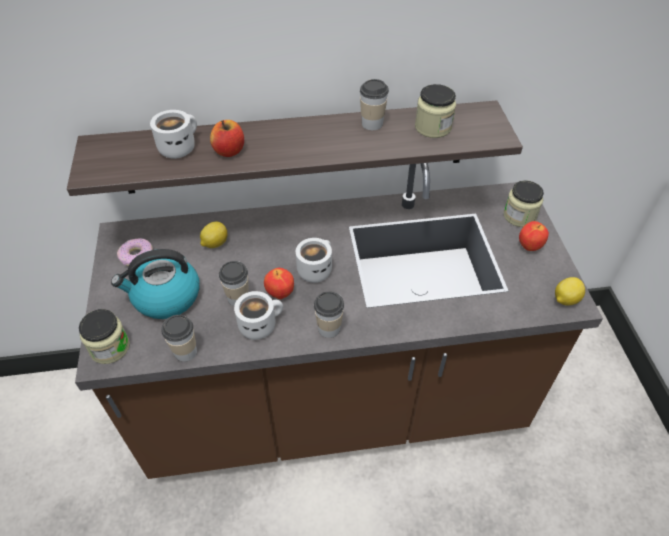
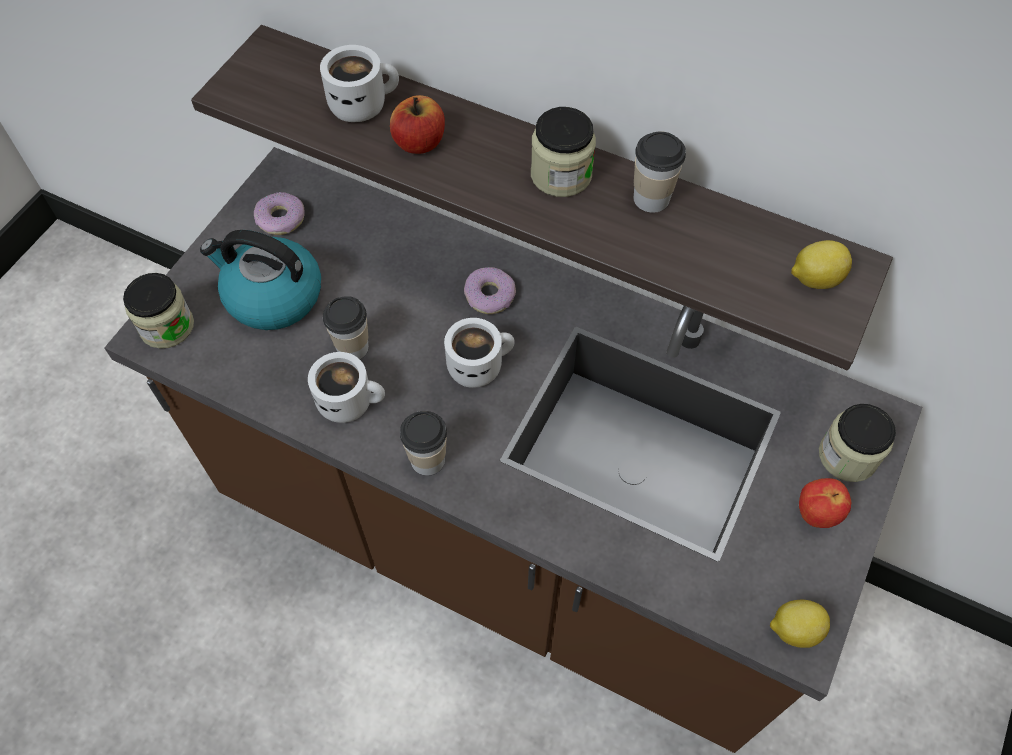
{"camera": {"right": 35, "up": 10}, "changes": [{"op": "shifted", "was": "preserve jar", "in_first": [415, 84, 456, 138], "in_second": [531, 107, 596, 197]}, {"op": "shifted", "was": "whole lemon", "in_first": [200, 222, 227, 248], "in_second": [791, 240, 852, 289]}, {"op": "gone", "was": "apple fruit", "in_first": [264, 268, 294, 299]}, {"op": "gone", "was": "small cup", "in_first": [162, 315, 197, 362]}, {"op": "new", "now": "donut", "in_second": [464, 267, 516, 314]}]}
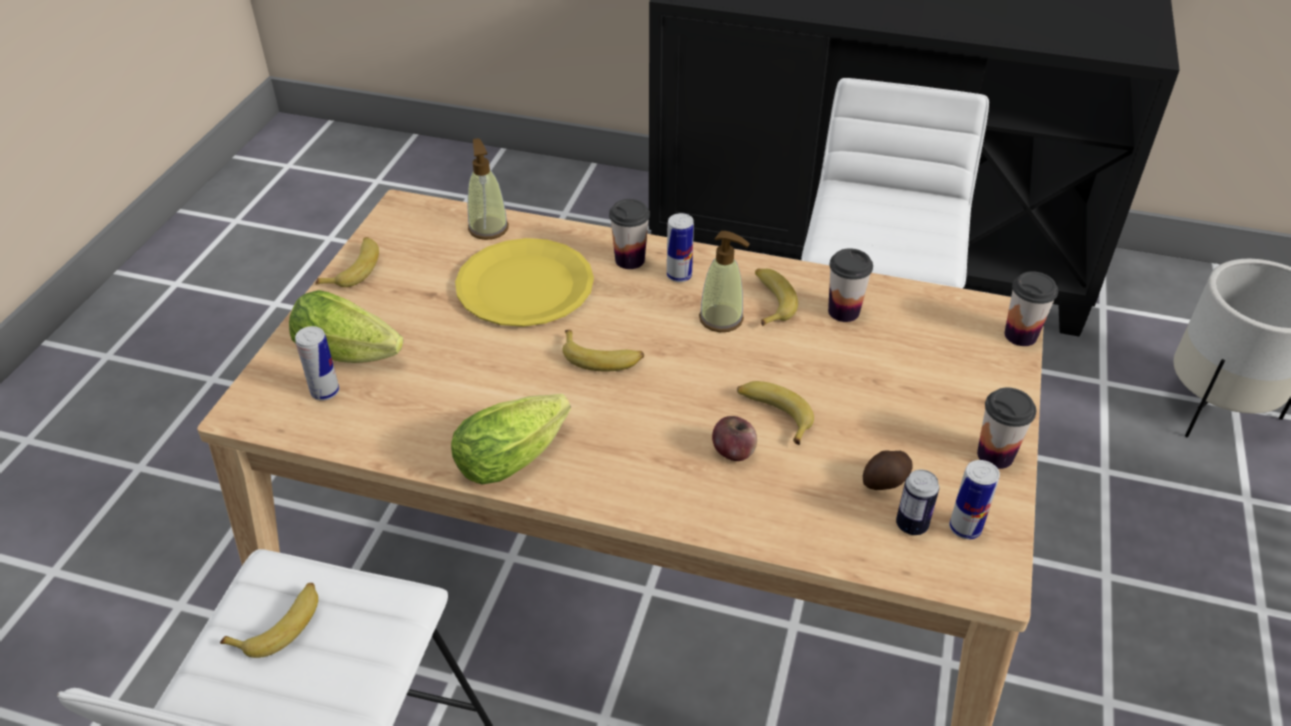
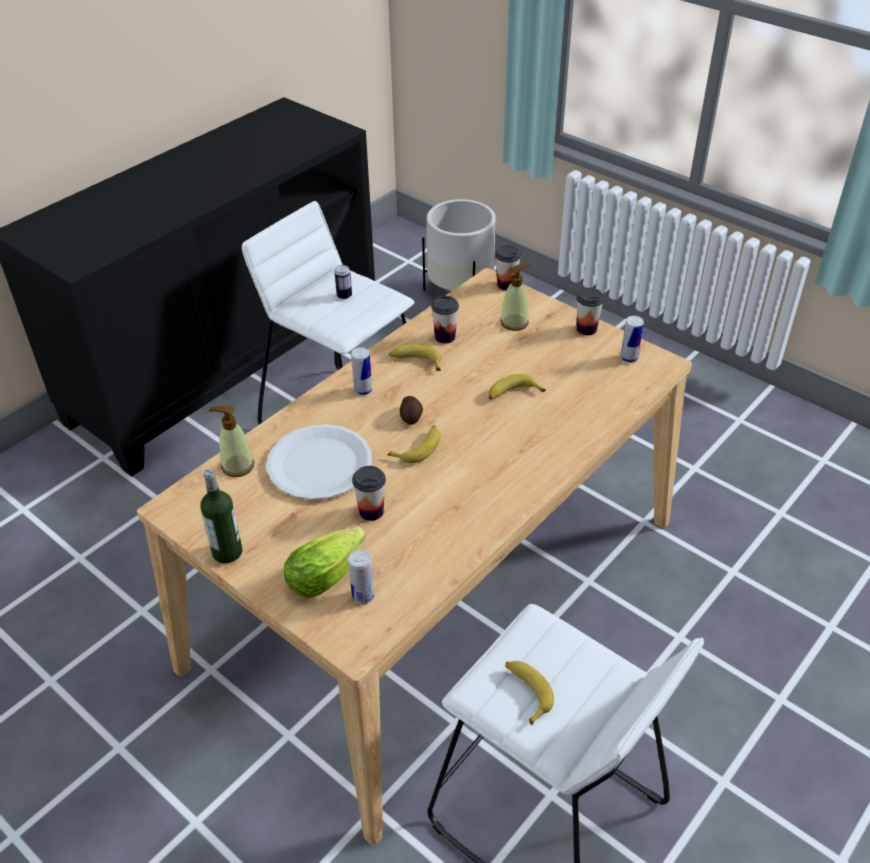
{"camera": {"right": -65, "up": 0}, "changes": [{"op": "shifted", "was": "small cup", "in_first": [609, 199, 650, 269], "in_second": [352, 466, 386, 521]}, {"op": "shifted", "was": "soap dispenser", "in_first": [699, 231, 750, 332], "in_second": [500, 263, 530, 331]}, {"op": "swapped", "was": "banana", "now": "drink bottle", "in_first": [316, 237, 379, 287], "in_second": [201, 468, 242, 564]}, {"op": "repainted", "was": "flat dish (yellowish)", "now": "flat dish (white-coloured)", "in_first": [455, 238, 594, 327], "in_second": [267, 424, 372, 500]}, {"op": "gone", "was": "lettuce", "in_first": [451, 394, 571, 484]}, {"op": "gone", "was": "apple fruit", "in_first": [712, 416, 757, 461]}, {"op": "shifted", "was": "whole potato", "in_first": [863, 450, 913, 490], "in_second": [400, 396, 423, 425]}, {"op": "shifted", "was": "metal can", "in_first": [896, 470, 939, 535], "in_second": [335, 265, 352, 299]}]}
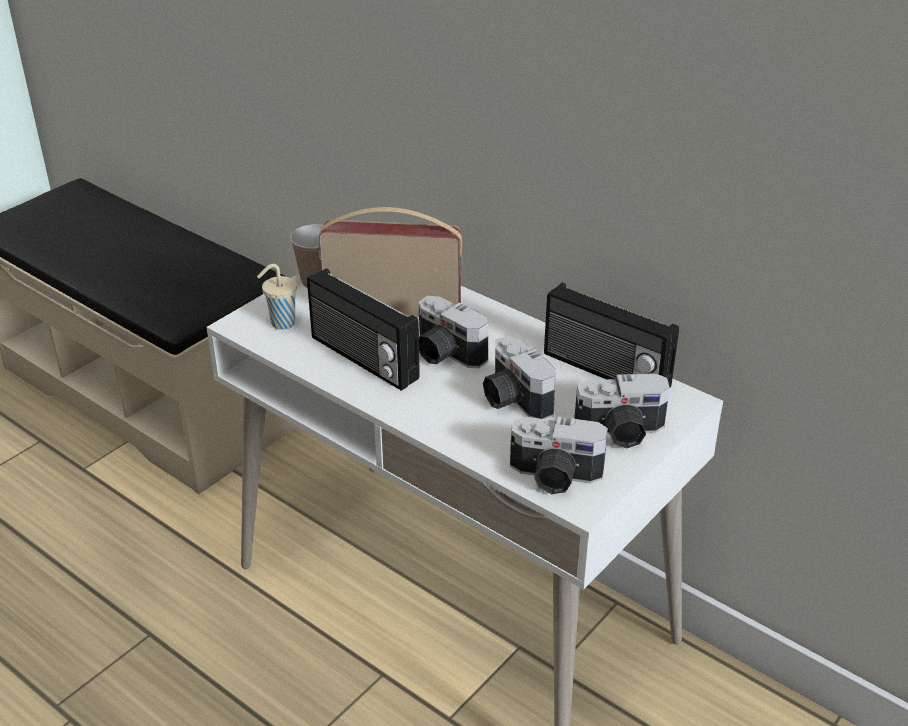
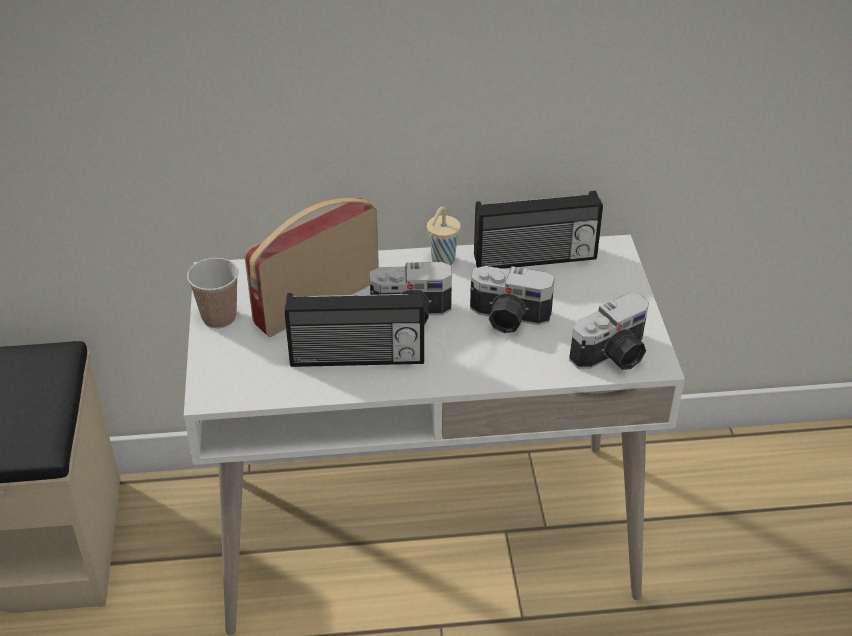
{"camera": {"right": -45, "up": 5}, "changes": [{"op": "shifted", "was": "small cup (beige-coloured)", "in_first": [257, 264, 297, 330], "in_second": [427, 206, 461, 265]}, {"op": "gone", "was": "still camera", "in_first": [574, 374, 670, 449]}]}
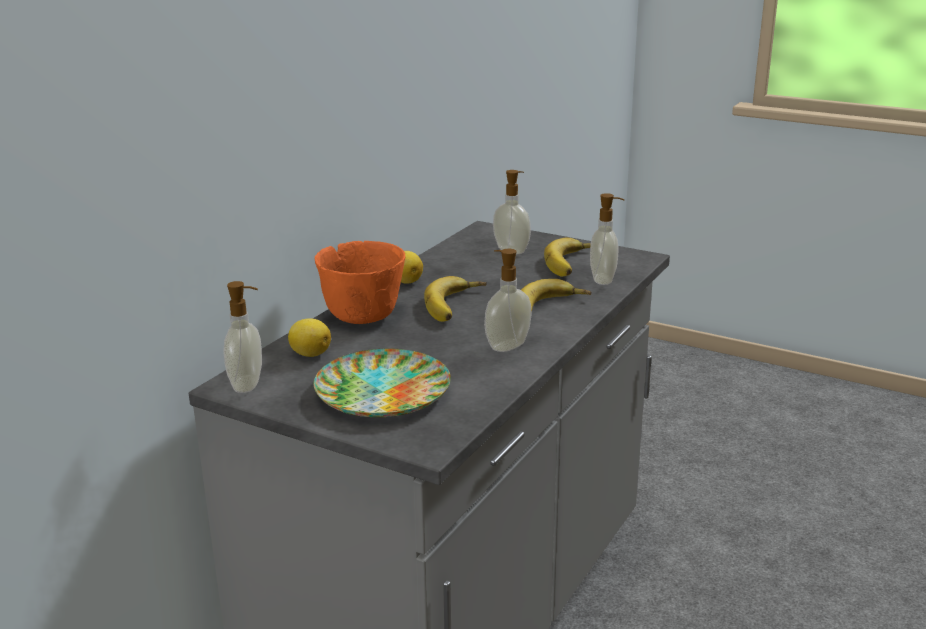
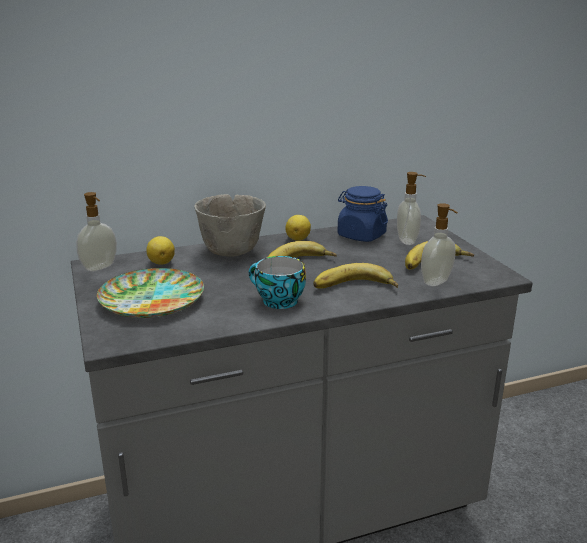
{"camera": {"right": 40, "up": 0}, "changes": [{"op": "repainted", "was": "serving bowl (orange)", "now": "serving bowl (greyish)", "in_first": [315, 241, 406, 324], "in_second": [194, 194, 266, 257]}, {"op": "swapped", "was": "soap dispenser", "now": "small cup", "in_first": [484, 249, 532, 352], "in_second": [249, 256, 306, 309]}, {"op": "new", "now": "preserve jar (blue-coloured)", "in_second": [338, 186, 388, 242]}]}
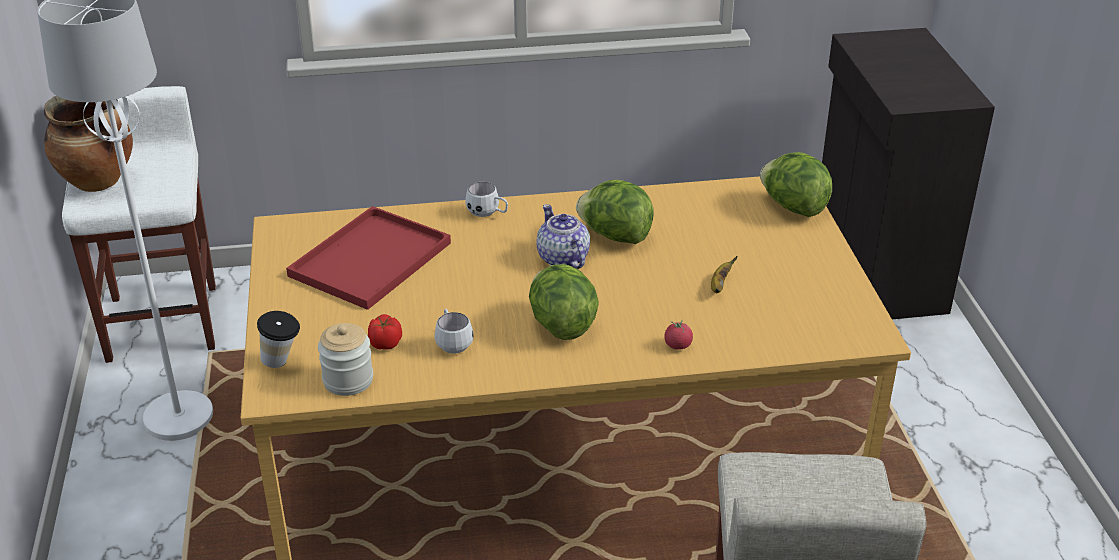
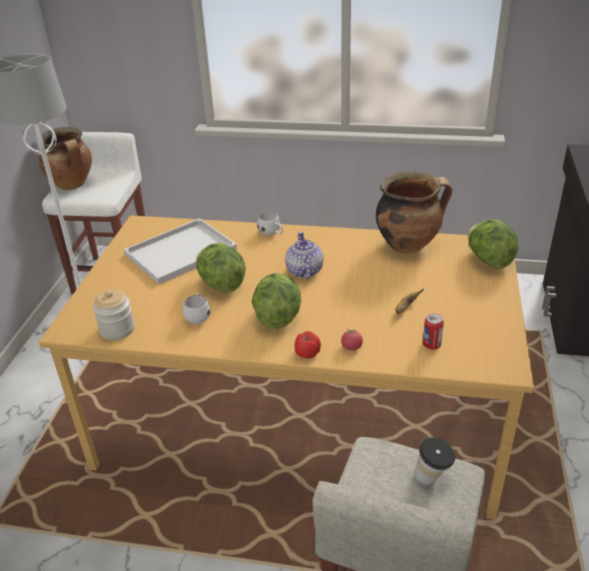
{"camera": {"right": 20, "up": 0}, "changes": [{"op": "shifted", "was": "lettuce", "in_first": [576, 180, 654, 244], "in_second": [196, 243, 245, 293]}, {"op": "repainted", "was": "serving tray (red-coloured)", "now": "serving tray (white-coloured)", "in_first": [286, 206, 451, 310], "in_second": [124, 218, 237, 284]}, {"op": "shifted", "was": "small cup", "in_first": [257, 311, 300, 368], "in_second": [415, 437, 455, 485]}, {"op": "shifted", "was": "fresh tomato", "in_first": [368, 314, 402, 350], "in_second": [295, 331, 321, 359]}, {"op": "new", "now": "saucepot", "in_second": [376, 172, 452, 254]}, {"op": "new", "now": "metal can", "in_second": [423, 314, 444, 349]}]}
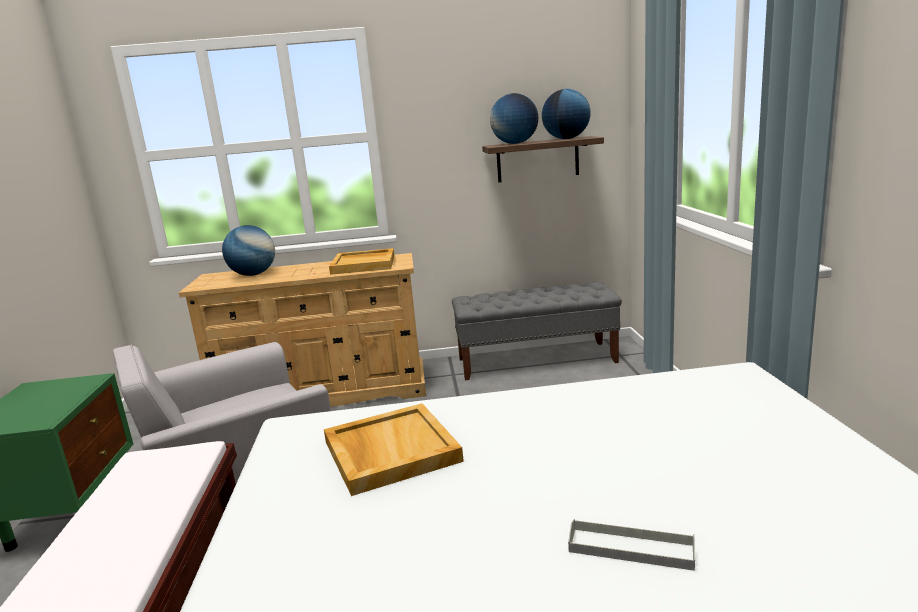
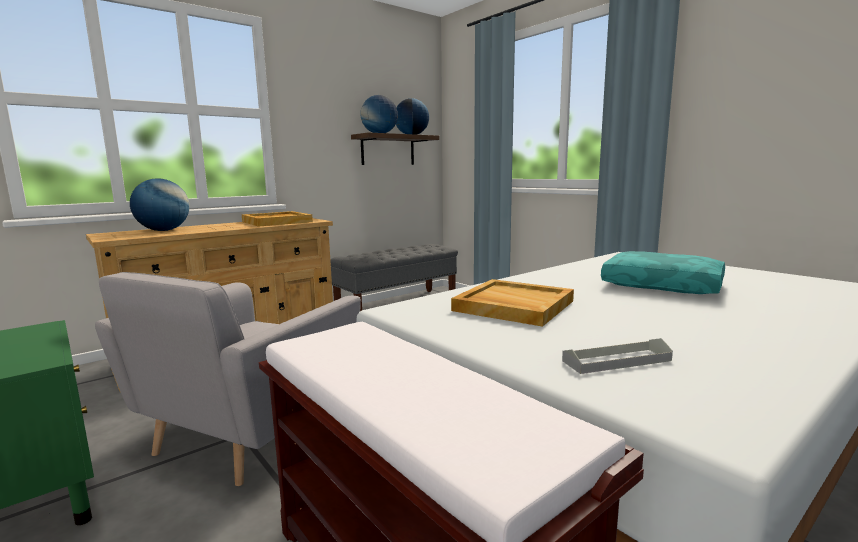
{"camera": {"right": -35, "up": -5}, "changes": [{"op": "shifted", "was": "serving tray (greyish)", "in_first": [568, 519, 695, 571], "in_second": [562, 338, 673, 374]}, {"op": "new", "now": "cushion (blue-green)", "in_second": [601, 251, 725, 294]}]}
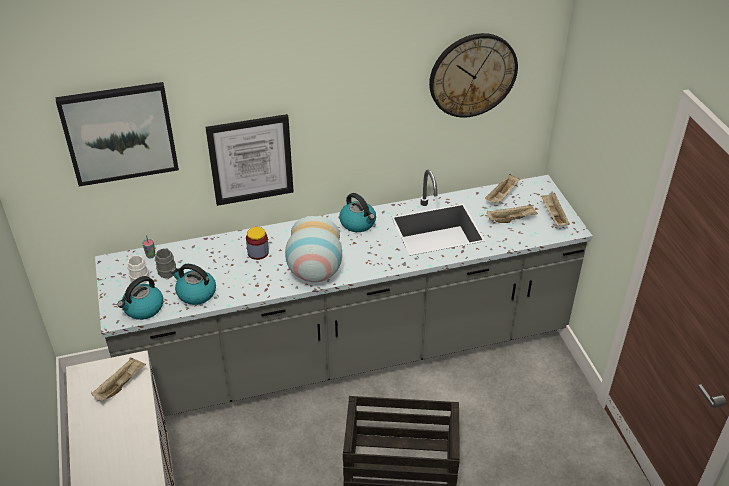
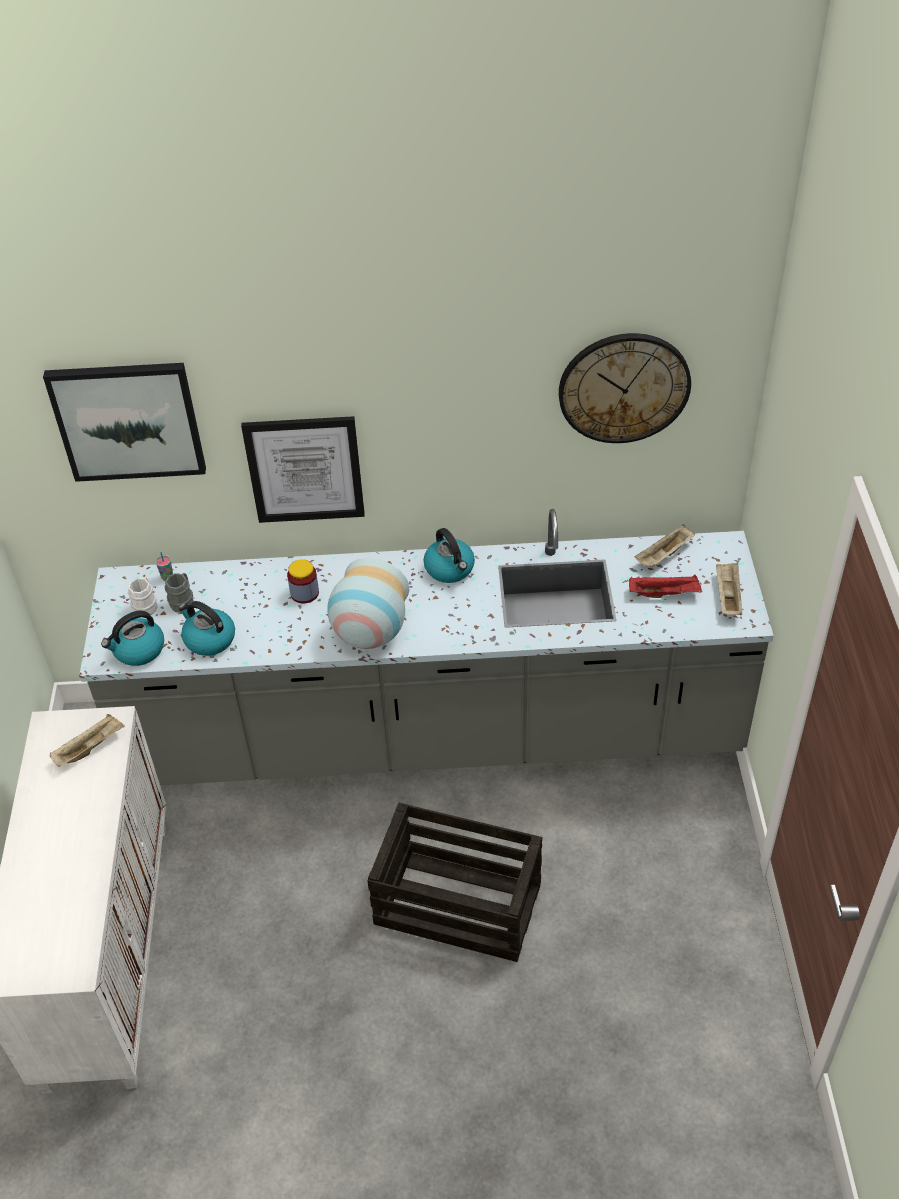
{"camera": {"right": 15, "up": 5}, "changes": [{"op": "repainted", "was": "serving tray (beige-coloured)", "now": "serving tray (red-coloured)", "in_first": [487, 204, 538, 223], "in_second": [629, 574, 702, 598]}]}
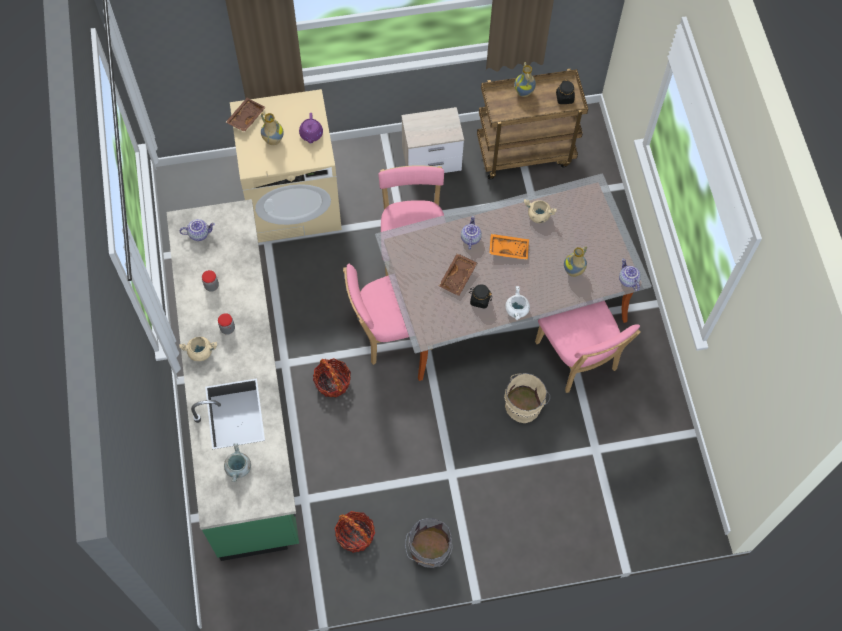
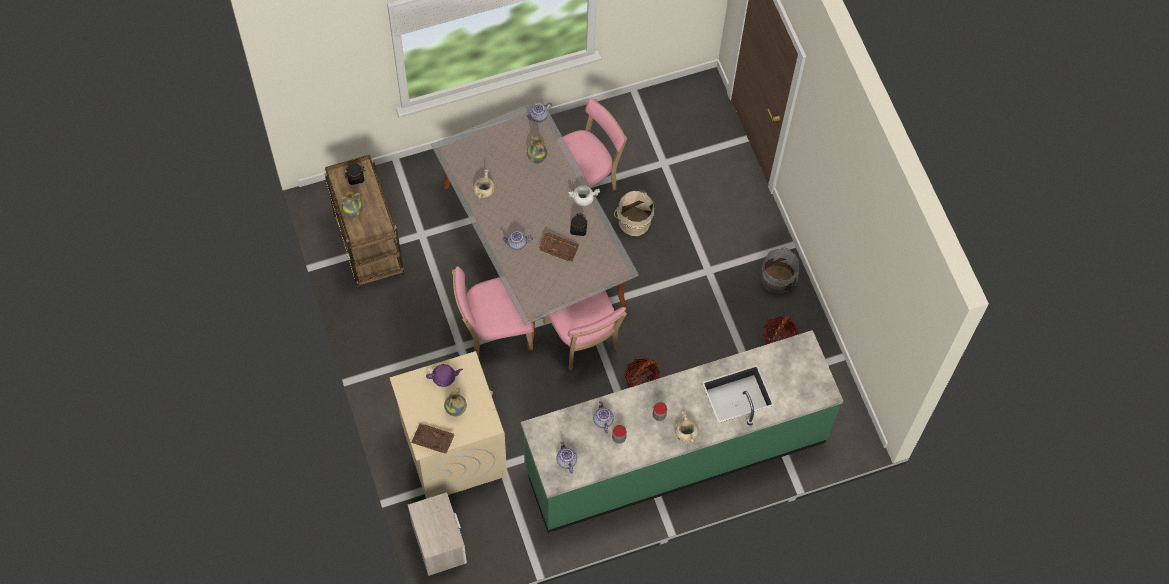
{"camera": {"right": -100, "up": 0}, "changes": [{"op": "shifted", "was": "bedside table", "in_first": [401, 107, 464, 173], "in_second": [408, 492, 467, 576]}, {"op": "gone", "was": "serving tray (orange)", "in_first": [489, 234, 529, 260]}, {"op": "gone", "was": "saucepot (greyish)", "in_first": [224, 443, 251, 482]}, {"op": "new", "now": "teapot", "in_second": [593, 400, 614, 433]}]}
